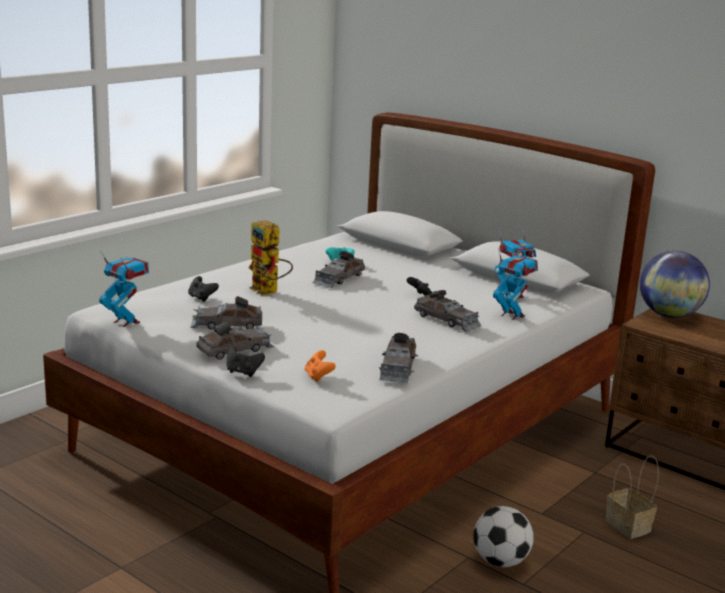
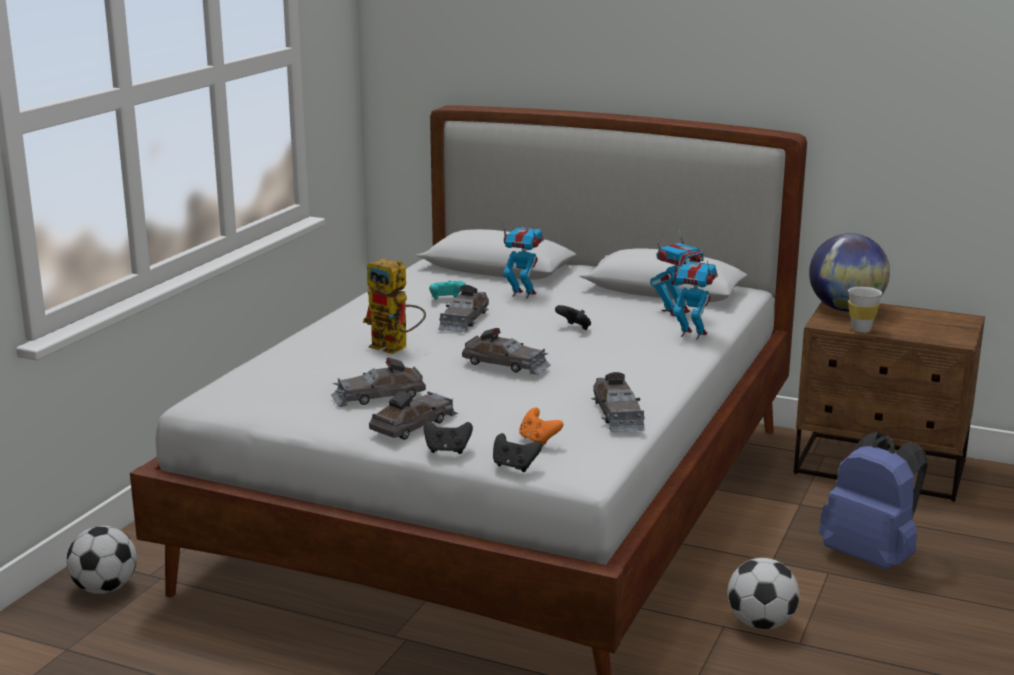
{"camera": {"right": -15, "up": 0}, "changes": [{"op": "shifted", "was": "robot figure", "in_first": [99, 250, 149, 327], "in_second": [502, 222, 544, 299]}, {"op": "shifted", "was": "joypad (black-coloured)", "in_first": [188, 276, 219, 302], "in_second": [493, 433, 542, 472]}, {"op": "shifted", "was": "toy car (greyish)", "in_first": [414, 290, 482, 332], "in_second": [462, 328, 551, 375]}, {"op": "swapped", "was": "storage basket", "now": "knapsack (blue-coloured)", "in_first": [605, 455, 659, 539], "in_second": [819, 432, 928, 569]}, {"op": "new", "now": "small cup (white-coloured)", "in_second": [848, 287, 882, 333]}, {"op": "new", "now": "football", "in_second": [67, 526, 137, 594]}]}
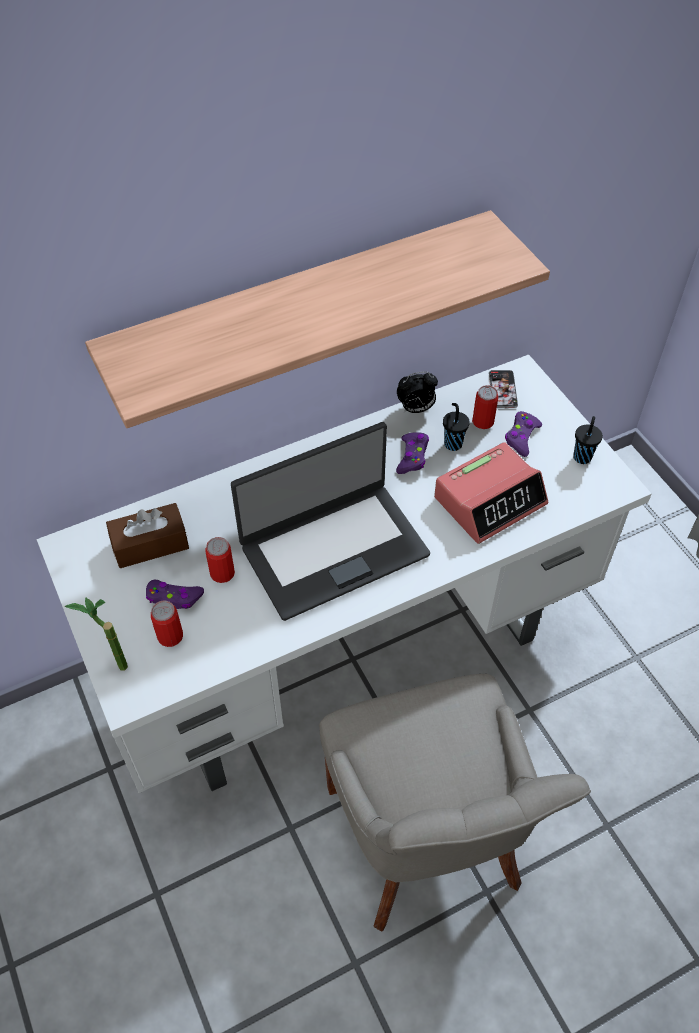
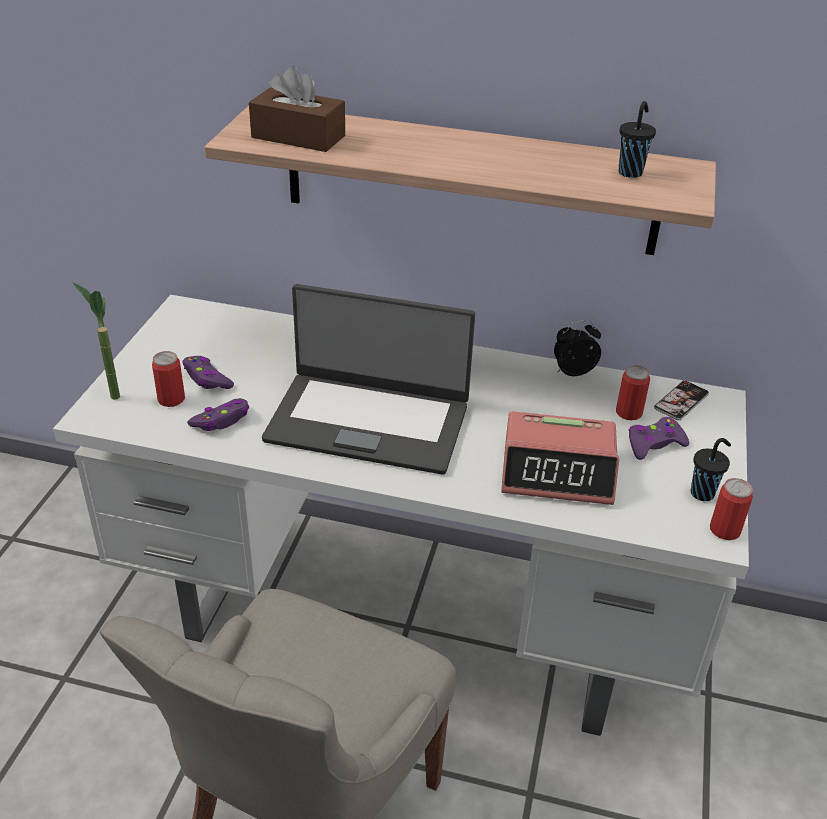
{"camera": {"right": 40, "up": -15}, "changes": [{"op": "rotated", "was": "alarm clock", "in_first": [397, 372, 438, 413], "in_second": [554, 320, 601, 376], "clockwise": 135}, {"op": "shifted", "was": "small cup (black-coloured)", "in_first": [443, 403, 470, 451], "in_second": [618, 101, 656, 178]}, {"op": "shifted", "was": "joypad (purplish)", "in_first": [396, 432, 429, 474], "in_second": [187, 398, 249, 431]}, {"op": "shifted", "was": "tissue box (brownish)", "in_first": [106, 503, 189, 568], "in_second": [249, 66, 345, 152]}, {"op": "shifted", "was": "metal can", "in_first": [205, 537, 235, 583], "in_second": [710, 478, 753, 540]}]}
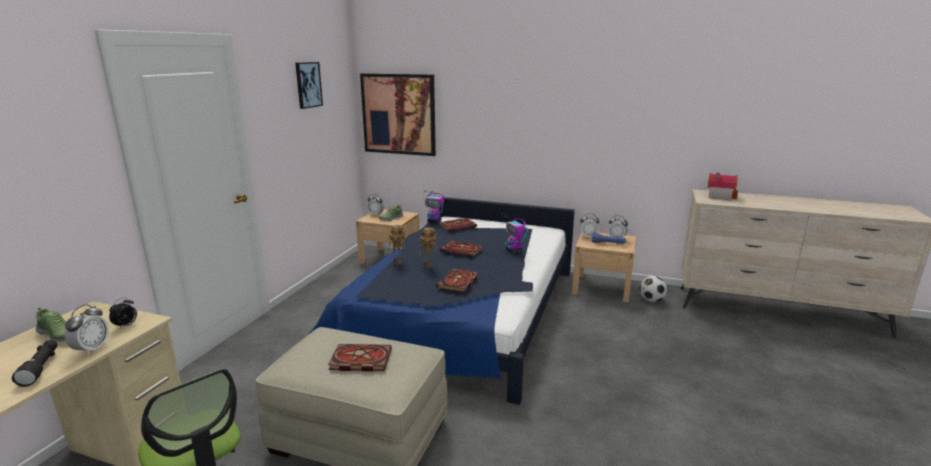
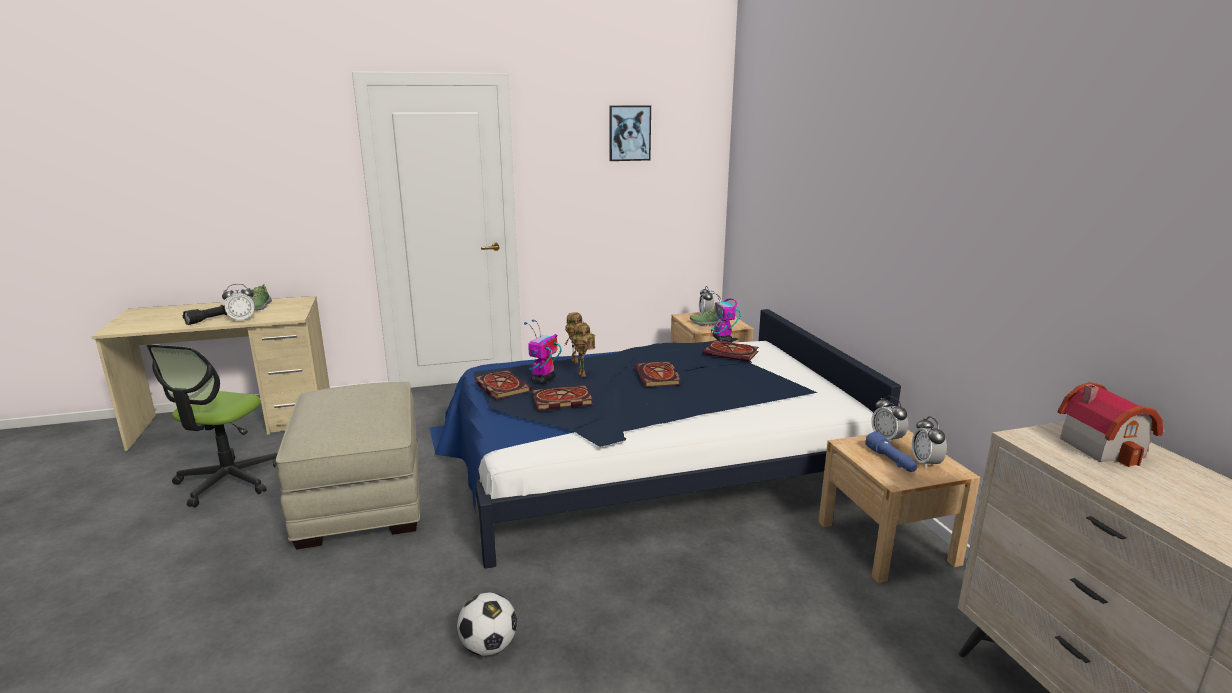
{"camera": {"right": 55, "up": 0}, "changes": [{"op": "gone", "was": "wall art", "in_first": [360, 73, 436, 156]}, {"op": "shifted", "was": "robot figure", "in_first": [501, 213, 528, 254], "in_second": [524, 319, 562, 383]}, {"op": "shifted", "was": "football", "in_first": [639, 276, 667, 302], "in_second": [457, 592, 517, 656]}, {"op": "gone", "was": "alarm clock", "in_first": [109, 297, 137, 329]}, {"op": "shifted", "was": "book", "in_first": [328, 344, 392, 372], "in_second": [475, 370, 532, 400]}]}
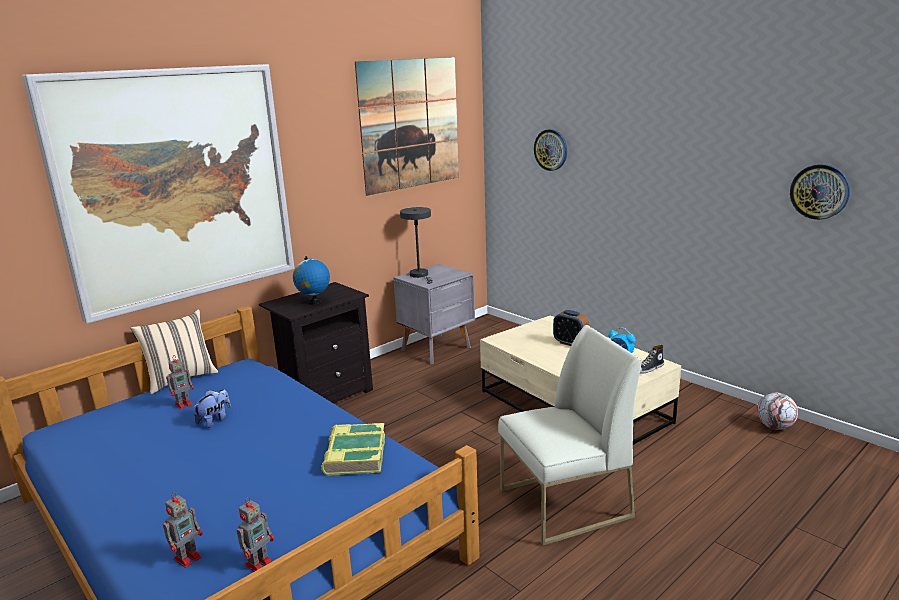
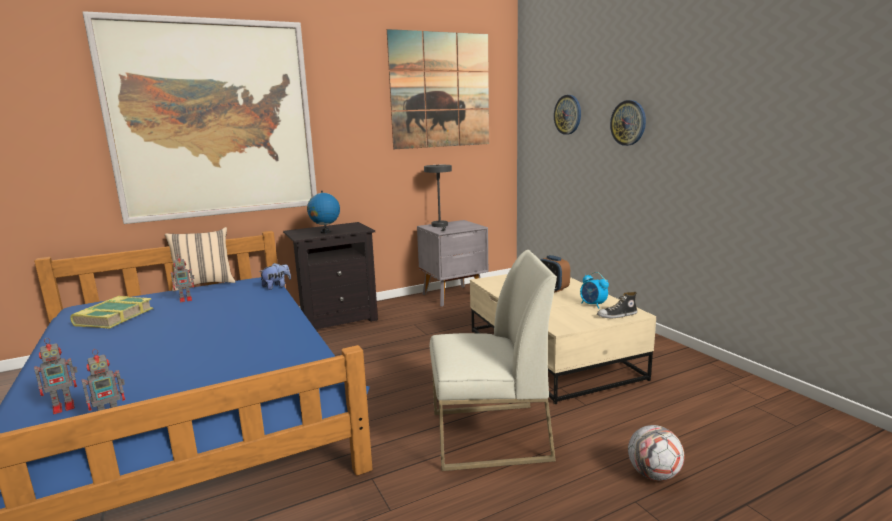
{"camera": {"right": 15, "up": -5}, "changes": [{"op": "shifted", "was": "clock on the wall", "in_first": [790, 164, 850, 220], "in_second": [610, 100, 646, 146]}, {"op": "shifted", "was": "soft toy", "in_first": [194, 389, 231, 428], "in_second": [259, 263, 291, 290]}, {"op": "shifted", "was": "football", "in_first": [757, 393, 798, 430], "in_second": [628, 425, 684, 481]}, {"op": "shifted", "was": "book", "in_first": [321, 423, 385, 476], "in_second": [70, 296, 153, 329]}]}
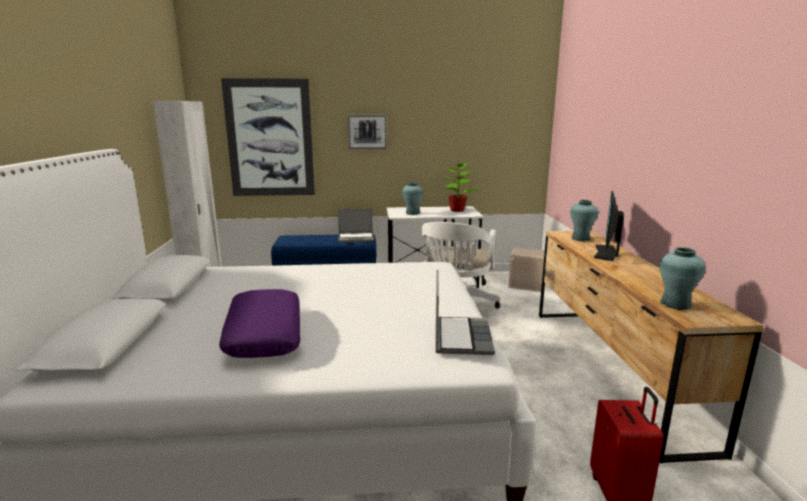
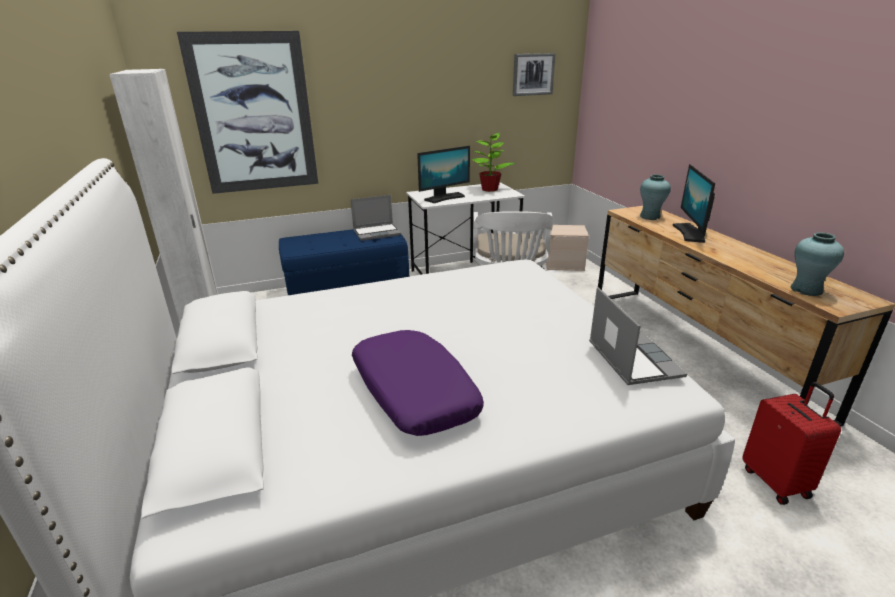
{"camera": {"right": -15, "up": 10}, "changes": [{"op": "shifted", "was": "wall art", "in_first": [348, 115, 387, 149], "in_second": [513, 53, 556, 96]}, {"op": "swapped", "was": "vase (blue-green)", "now": "computer screen", "in_first": [402, 182, 423, 215], "in_second": [417, 146, 470, 203]}]}
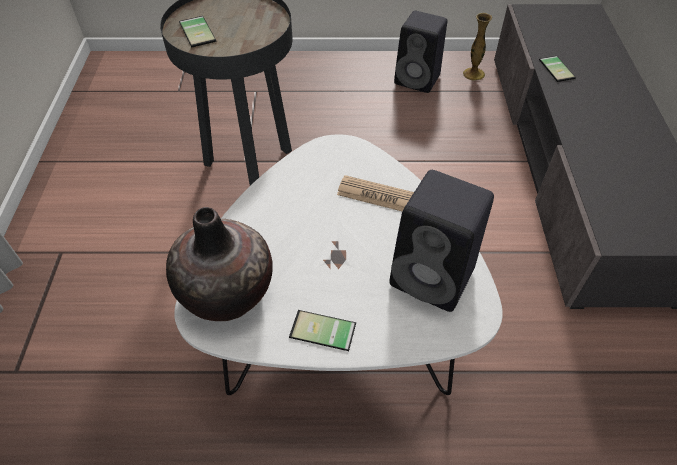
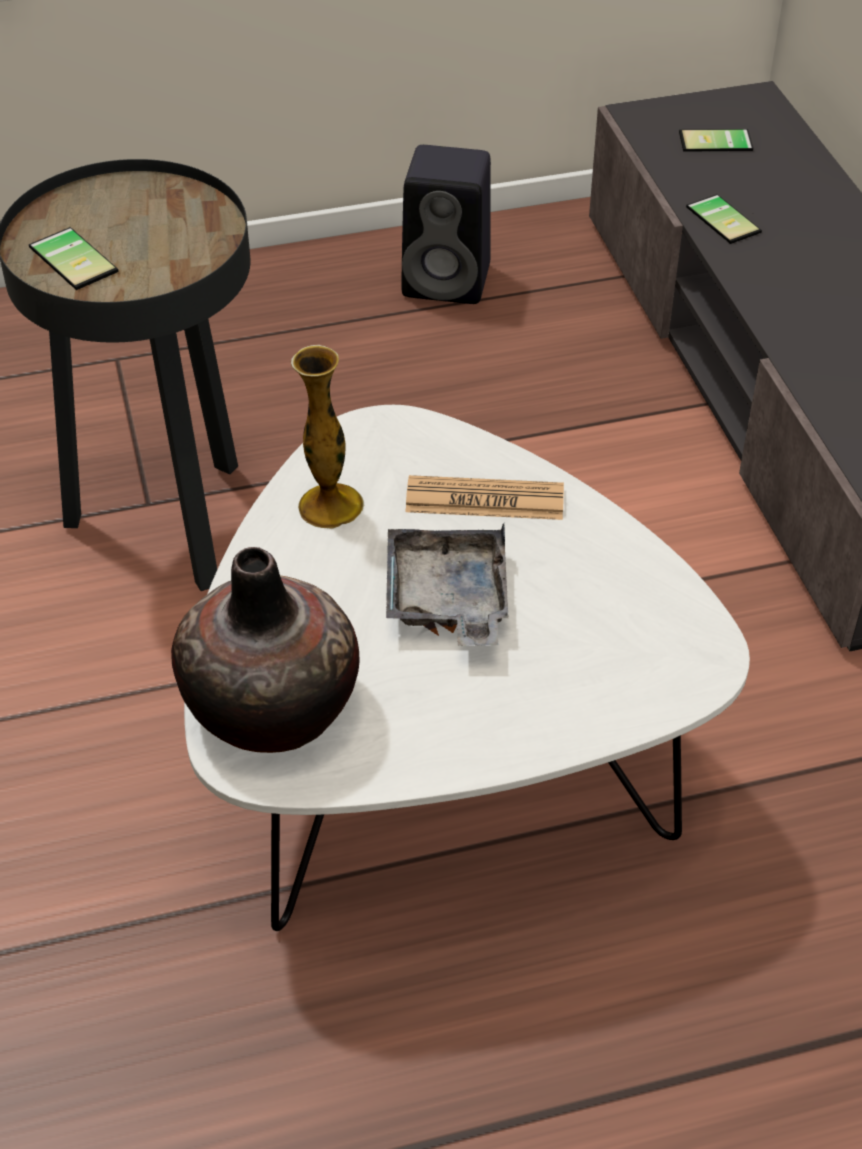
{"camera": {"right": -15, "up": -5}, "changes": [{"op": "shifted", "was": "vase", "in_first": [463, 13, 492, 81], "in_second": [291, 345, 364, 529]}, {"op": "gone", "was": "loudspeaker (black-coloured)", "in_first": [389, 170, 494, 312]}, {"op": "shifted", "was": "phone", "in_first": [289, 310, 356, 351], "in_second": [679, 129, 753, 152]}, {"op": "new", "now": "serving tray (greyish)", "in_second": [386, 523, 509, 646]}]}
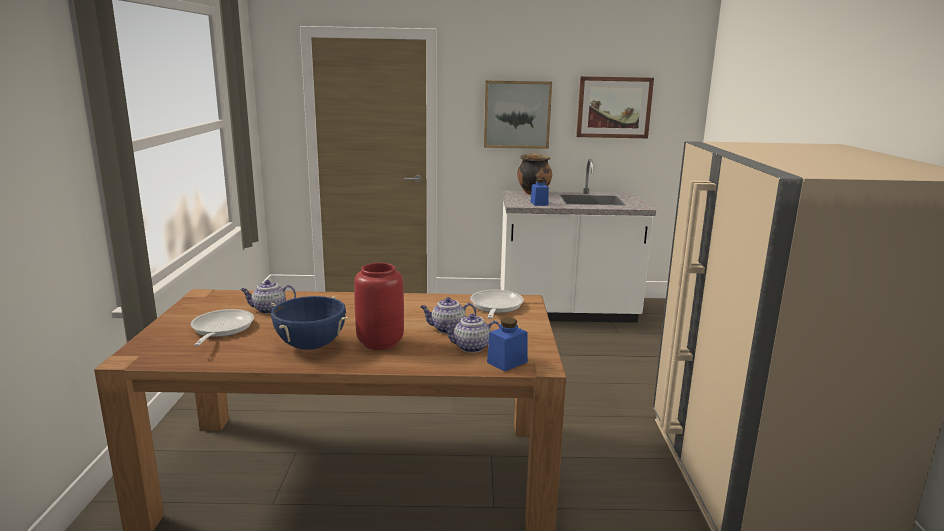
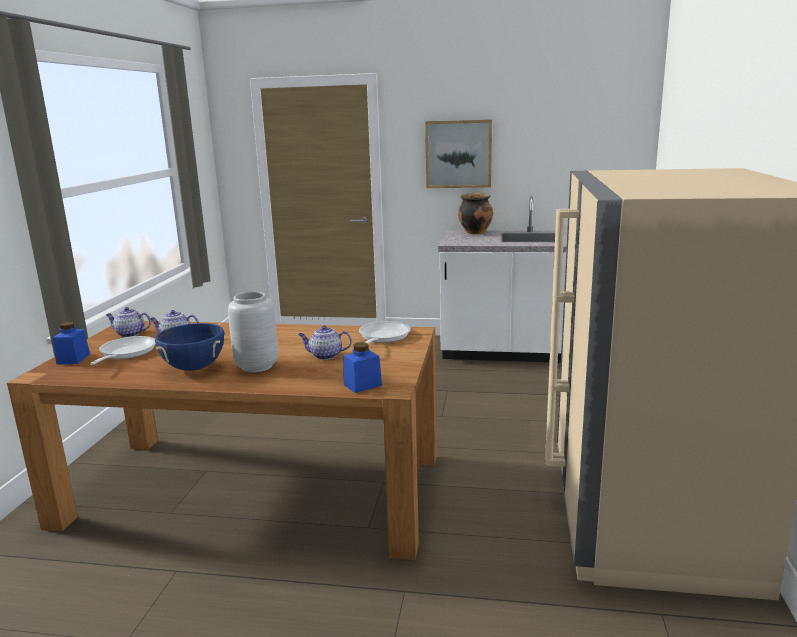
{"camera": {"right": 10, "up": 0}, "changes": [{"op": "gone", "was": "wall art", "in_first": [576, 76, 654, 138]}, {"op": "shifted", "was": "preserve jar (blue-coloured)", "in_first": [531, 178, 549, 206], "in_second": [53, 322, 90, 365]}, {"op": "repainted", "was": "vase (red-coloured)", "now": "vase (greyish)", "in_first": [354, 263, 404, 350], "in_second": [228, 292, 278, 372]}, {"op": "shifted", "was": "teapot", "in_first": [442, 314, 500, 353], "in_second": [106, 307, 151, 337]}]}
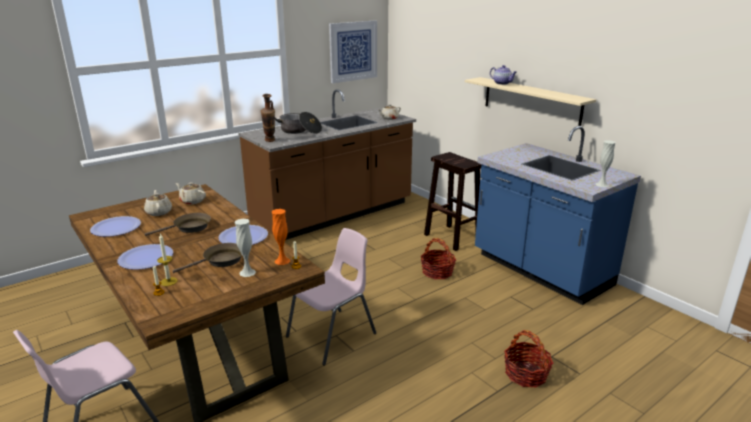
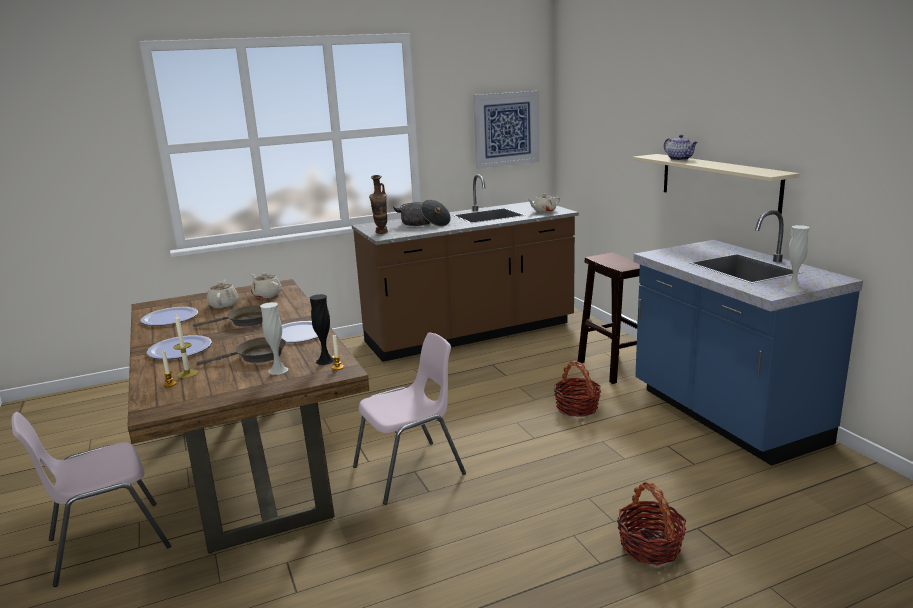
{"camera": {"right": 15, "up": -5}, "changes": [{"op": "repainted", "was": "vase (orange)", "now": "vase (black-coloured)", "in_first": [272, 209, 290, 265], "in_second": [310, 294, 335, 365]}]}
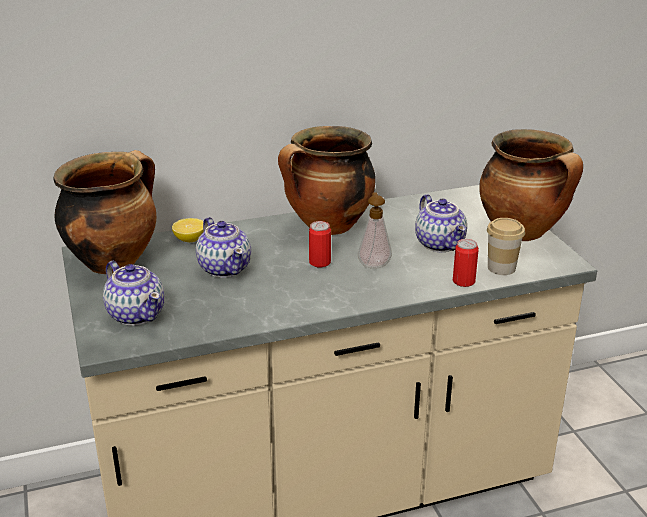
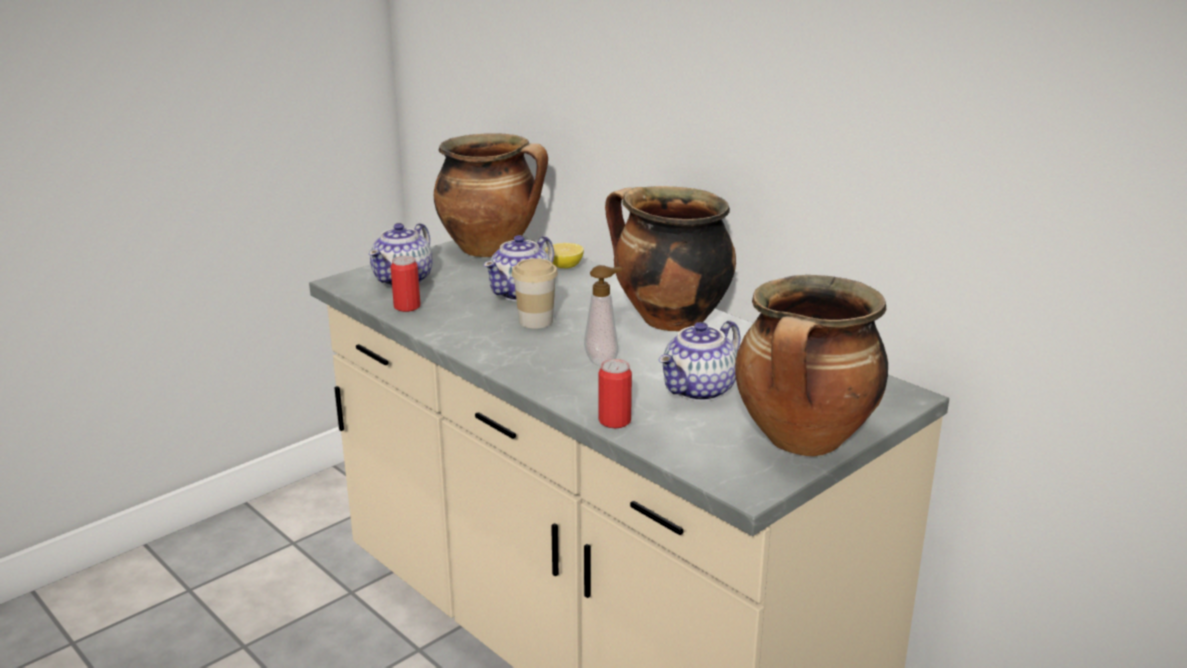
{"camera": {"right": 65, "up": -5}, "changes": [{"op": "shifted", "was": "small cup", "in_first": [487, 218, 525, 275], "in_second": [512, 258, 558, 328]}, {"op": "shifted", "was": "metal can", "in_first": [309, 221, 331, 267], "in_second": [391, 256, 421, 312]}]}
